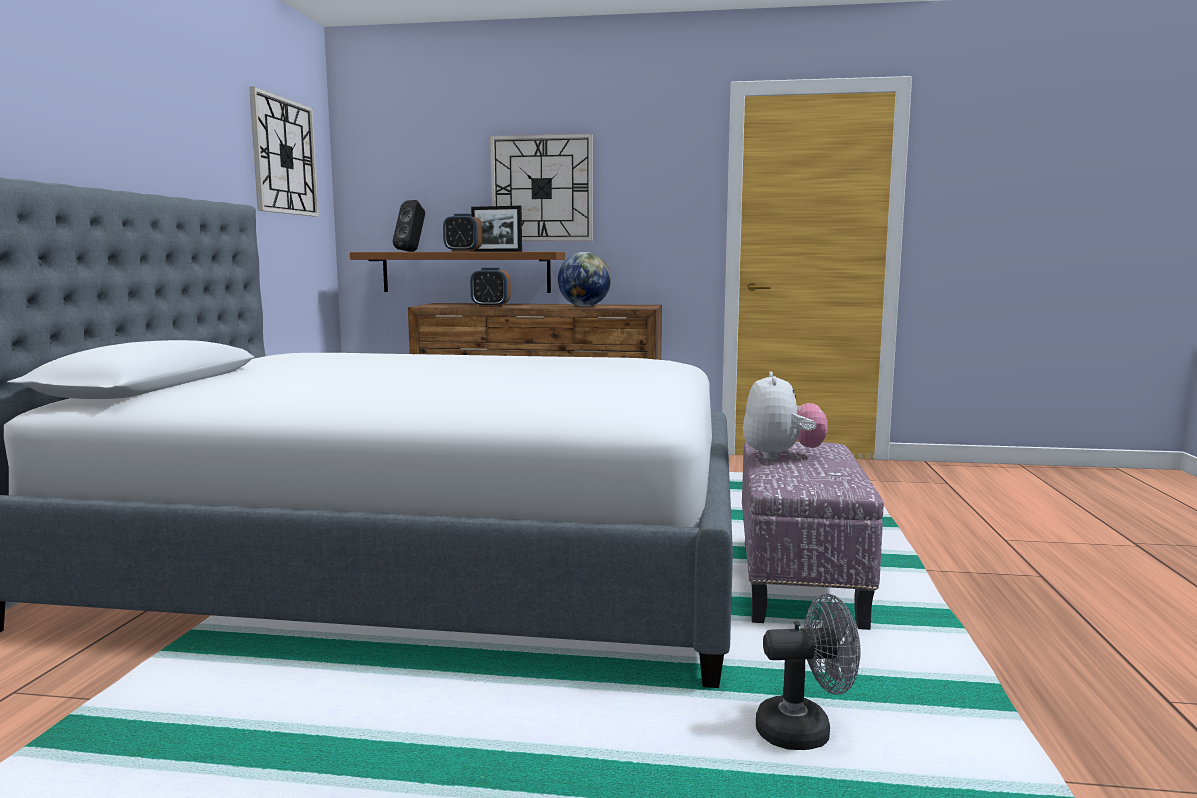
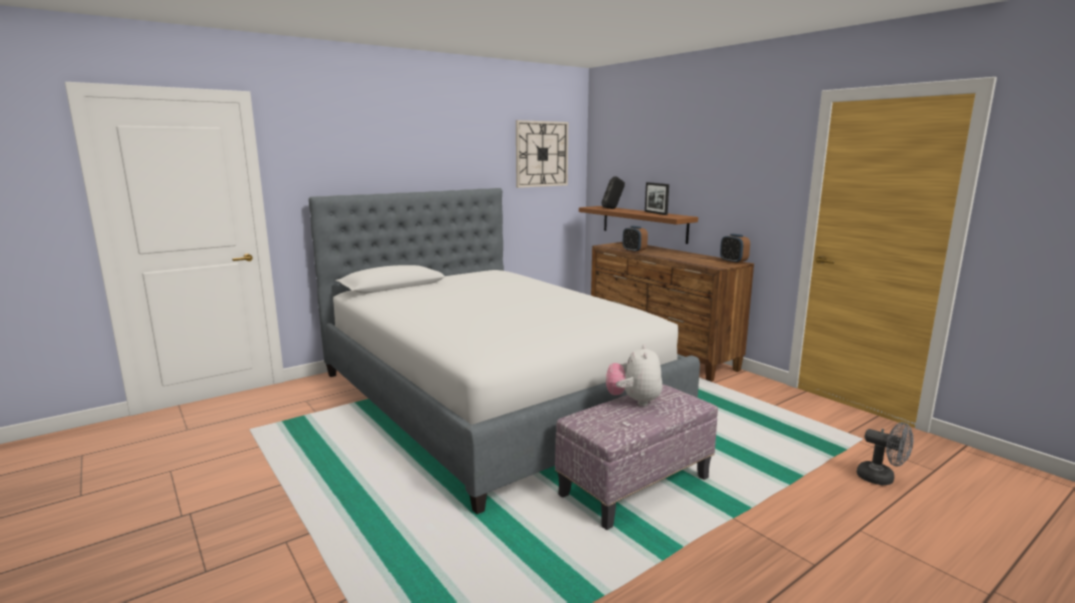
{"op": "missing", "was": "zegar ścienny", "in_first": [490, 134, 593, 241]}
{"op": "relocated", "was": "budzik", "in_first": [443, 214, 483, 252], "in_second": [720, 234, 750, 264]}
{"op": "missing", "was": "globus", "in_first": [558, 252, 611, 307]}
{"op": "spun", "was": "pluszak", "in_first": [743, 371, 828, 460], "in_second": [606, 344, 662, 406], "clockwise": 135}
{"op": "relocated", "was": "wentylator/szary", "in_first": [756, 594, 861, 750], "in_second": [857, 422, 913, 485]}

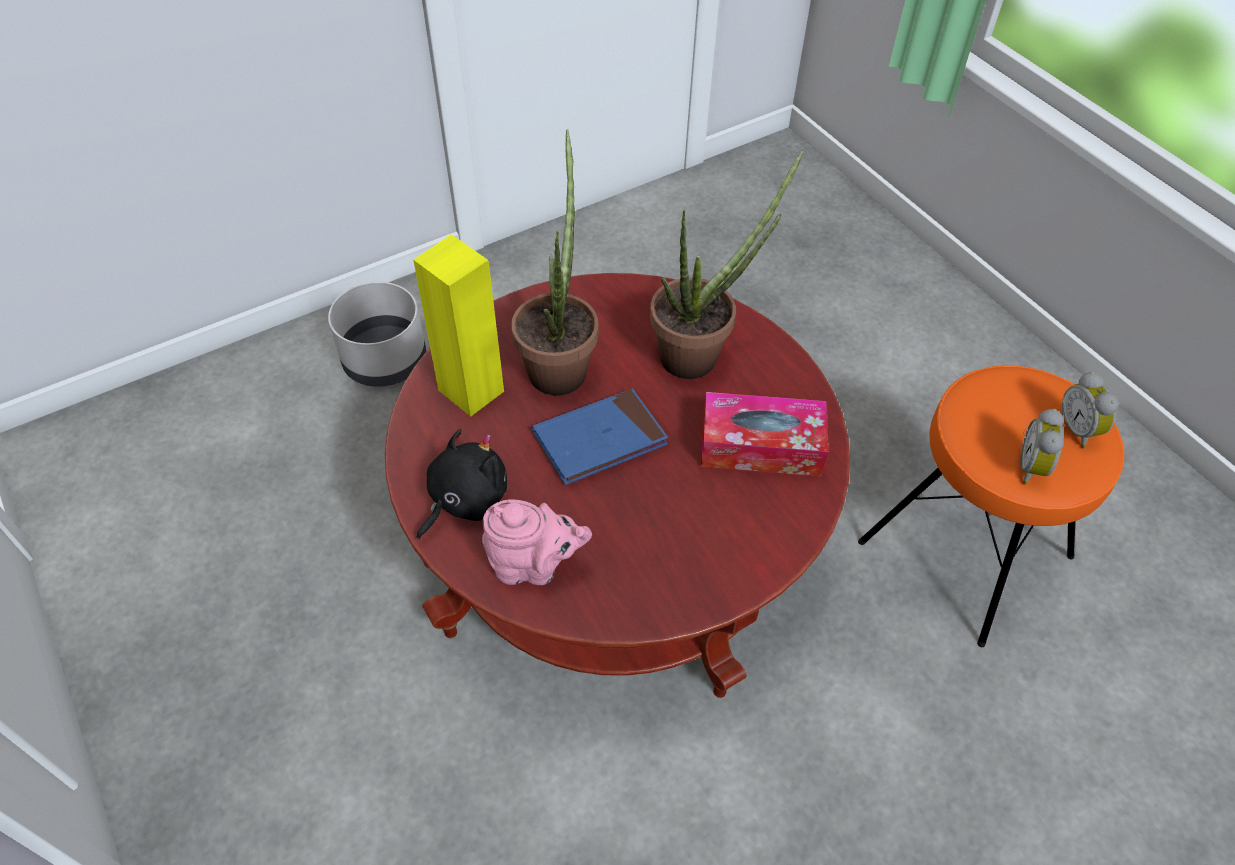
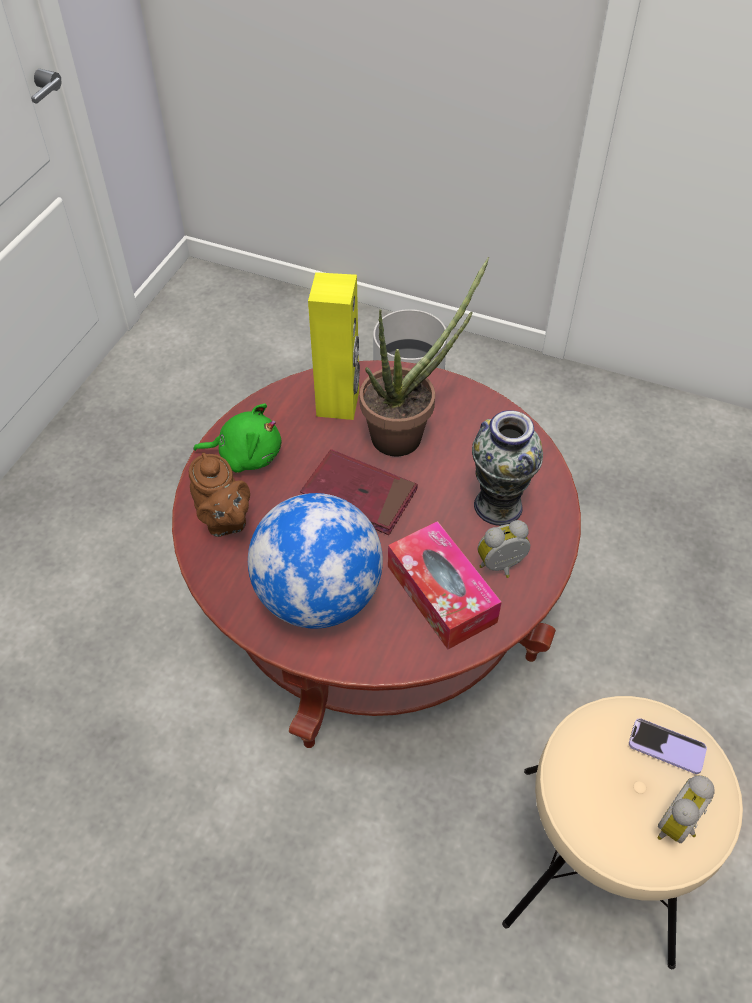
{"op": "exchanged", "was": "roślina doniczkowa", "now": "wazon", "in_first": [650, 151, 804, 379], "in_second": [472, 410, 543, 526]}
{"op": "colour", "was": "stołek/pomarańczowy", "now": "stołek/beżowy", "in_first": [858, 365, 1124, 647], "in_second": [502, 696, 743, 969]}
{"op": "colour", "was": "książka/niebieski", "now": "książka/czerwony", "in_first": [532, 389, 668, 485], "in_second": [300, 449, 418, 535]}
{"op": "relocated", "was": "budzik", "in_first": [1020, 409, 1064, 484], "in_second": [478, 520, 530, 578]}
{"op": "colour", "was": "pluszak/czarny", "now": "pluszak/zielony", "in_first": [416, 429, 507, 540], "in_second": [193, 403, 281, 473]}
{"op": "colour", "was": "imbryk/różowy", "now": "imbryk/brązowy", "in_first": [482, 499, 592, 585], "in_second": [189, 453, 250, 537]}
{"op": "appeared", "now": "globus", "in_second": [248, 493, 383, 629]}
{"op": "appeared", "now": "telefon", "in_second": [629, 718, 707, 774]}

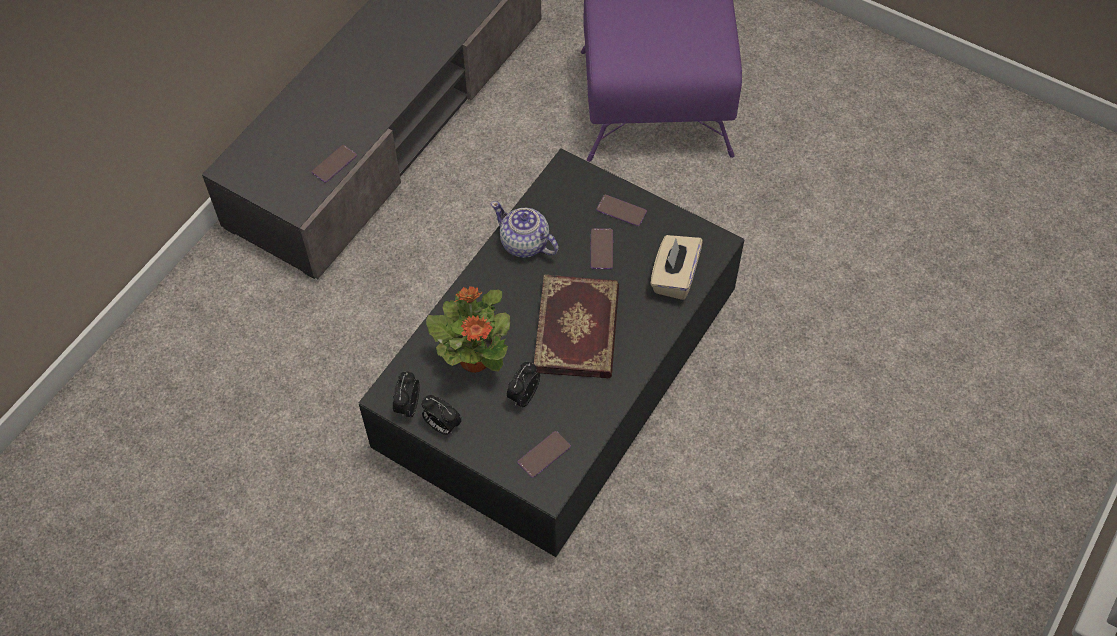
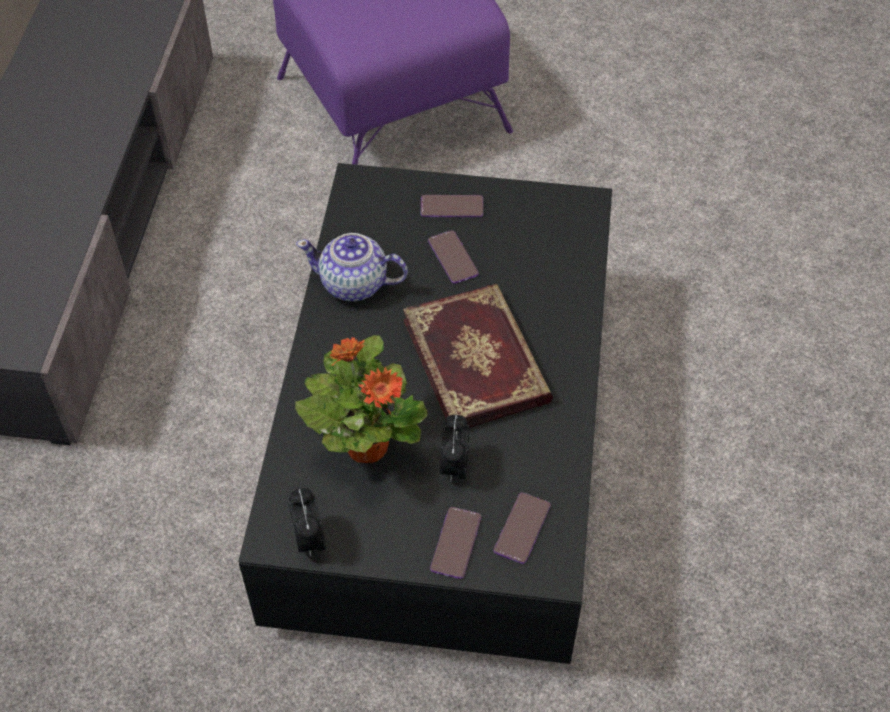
{"op": "relocated", "was": "telefon", "in_first": [312, 145, 357, 183], "in_second": [430, 507, 482, 579]}
{"op": "missing", "was": "pudełko chusteczek/beżowy", "in_first": [650, 235, 703, 300]}
{"op": "missing", "was": "budzik", "in_first": [421, 395, 462, 435]}

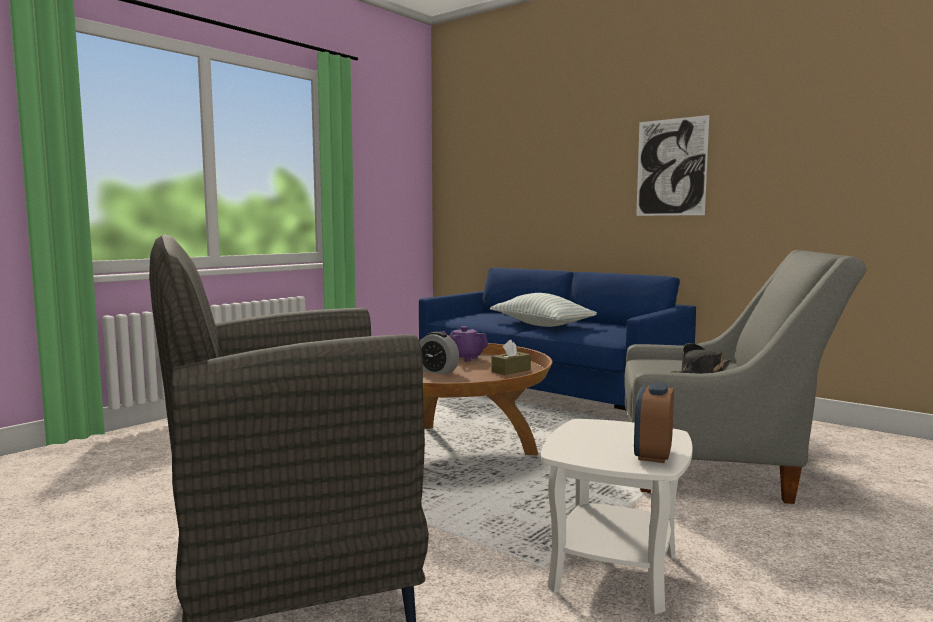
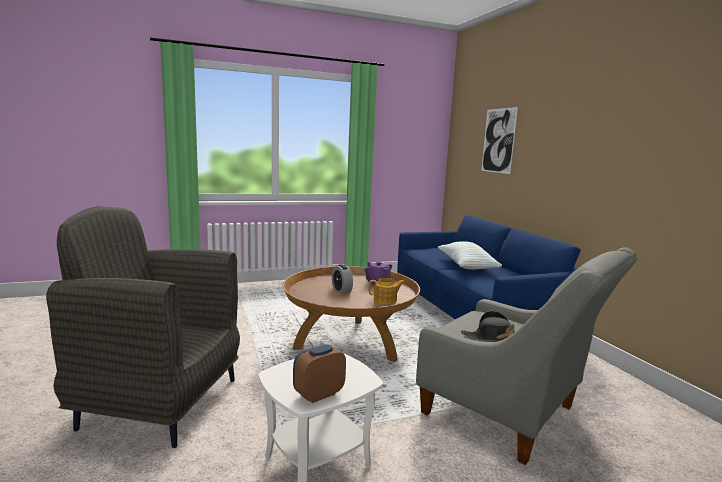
{"op": "relocated", "was": "obraz", "in_first": [636, 115, 709, 216], "in_second": [481, 107, 518, 174]}
{"op": "exchanged", "was": "pudełko chusteczek/brązowy", "now": "imbryk", "in_first": [491, 340, 531, 375], "in_second": [369, 278, 405, 304]}

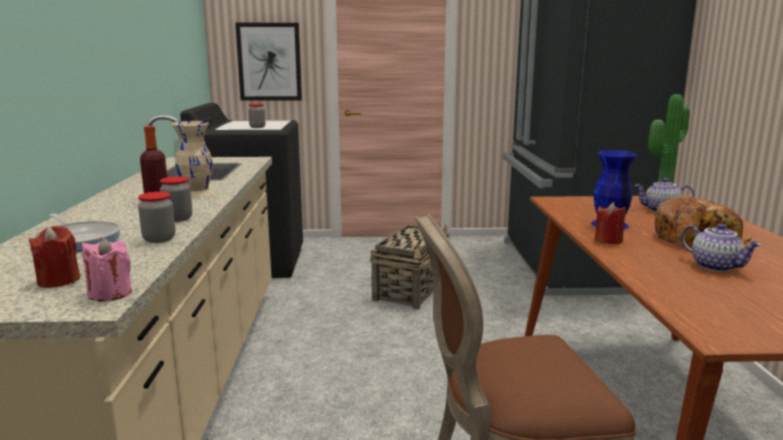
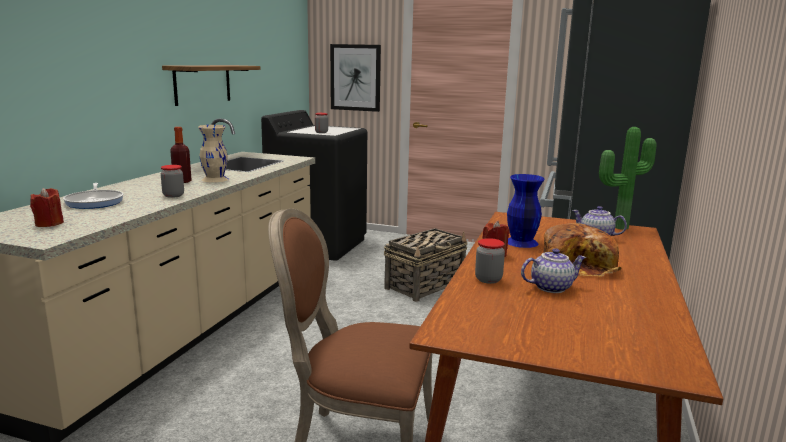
{"op": "relocated", "was": "słoik", "in_first": [138, 192, 175, 243], "in_second": [475, 238, 505, 284]}
{"op": "spun", "was": "imbryk", "in_first": [681, 223, 762, 272], "in_second": [521, 248, 586, 293], "clockwise": -90}
{"op": "missing", "was": "świeca/różowy", "in_first": [82, 237, 132, 301]}
{"op": "appeared", "now": "półka", "in_second": [162, 65, 261, 106]}

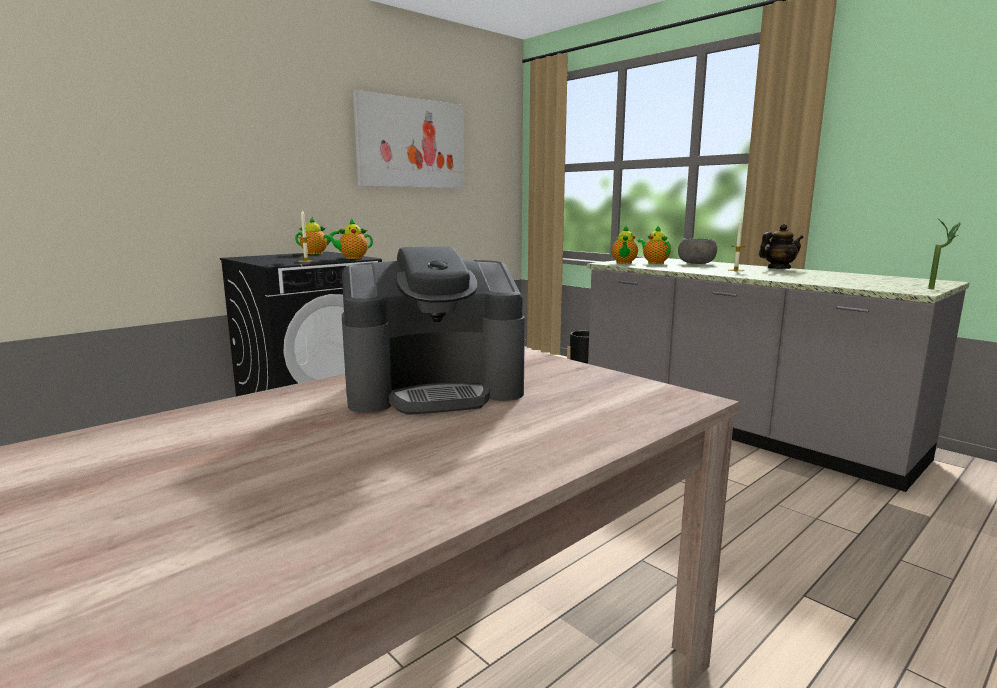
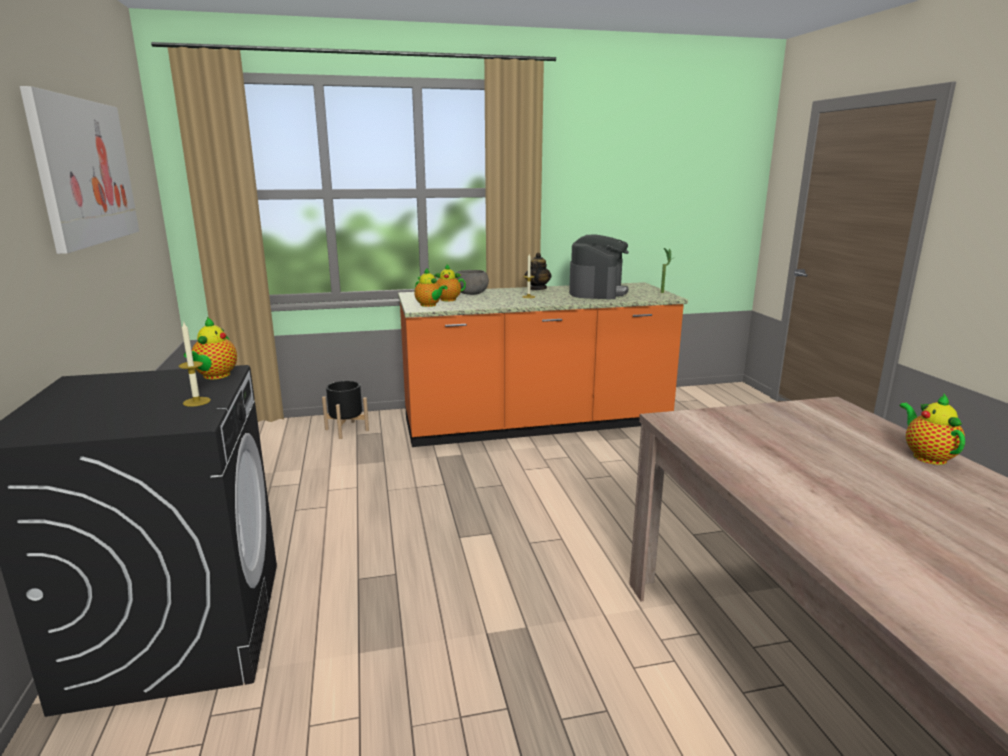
{"op": "relocated", "was": "imbryk", "in_first": [295, 217, 339, 254], "in_second": [900, 394, 965, 465]}
{"op": "relocated", "was": "ekspres do kawy", "in_first": [342, 246, 525, 415], "in_second": [569, 234, 629, 300]}
{"op": "colour", "was": "zabudowa kuchenna/szary", "now": "zabudowa kuchenna/pomarańczowy", "in_first": [587, 257, 969, 492], "in_second": [398, 282, 688, 447]}

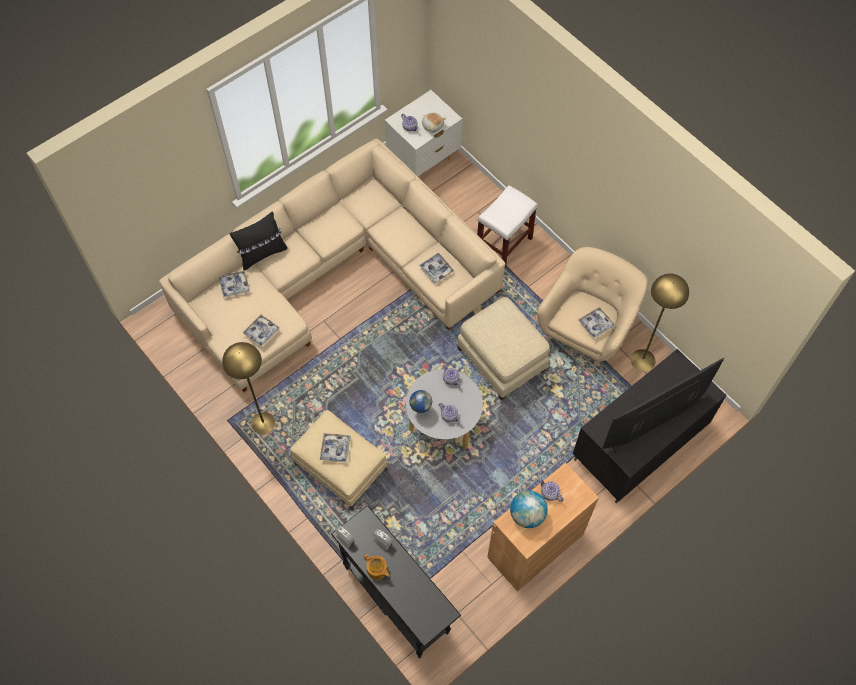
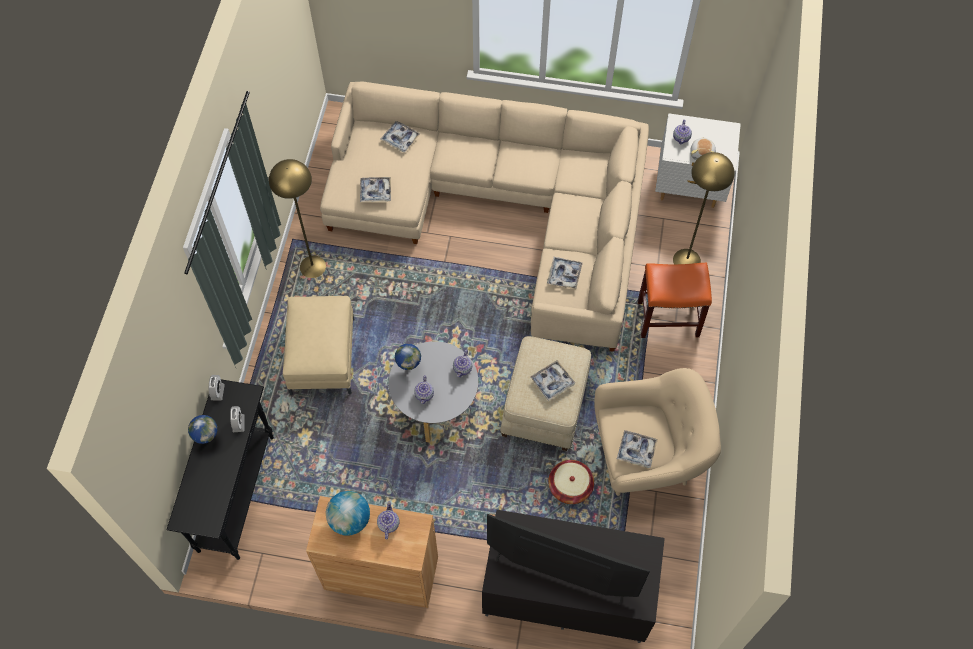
{"op": "colour", "was": "stołek/biały", "now": "stołek/pomarańczowy", "in_first": [477, 185, 538, 268], "in_second": [638, 262, 712, 338]}
{"op": "missing", "was": "poduszka/czarny", "in_first": [229, 212, 287, 271]}
{"op": "relocated", "was": "lampa stojąca/żółty", "in_first": [631, 274, 689, 371], "in_second": [673, 152, 734, 264]}
{"op": "relocated", "was": "taca", "in_first": [320, 433, 351, 463], "in_second": [531, 360, 575, 401]}
{"op": "exchanged", "was": "imbryk", "now": "globus", "in_first": [364, 554, 390, 580], "in_second": [188, 415, 217, 444]}
{"op": "appeared", "now": "koszyk", "in_second": [548, 460, 594, 504]}

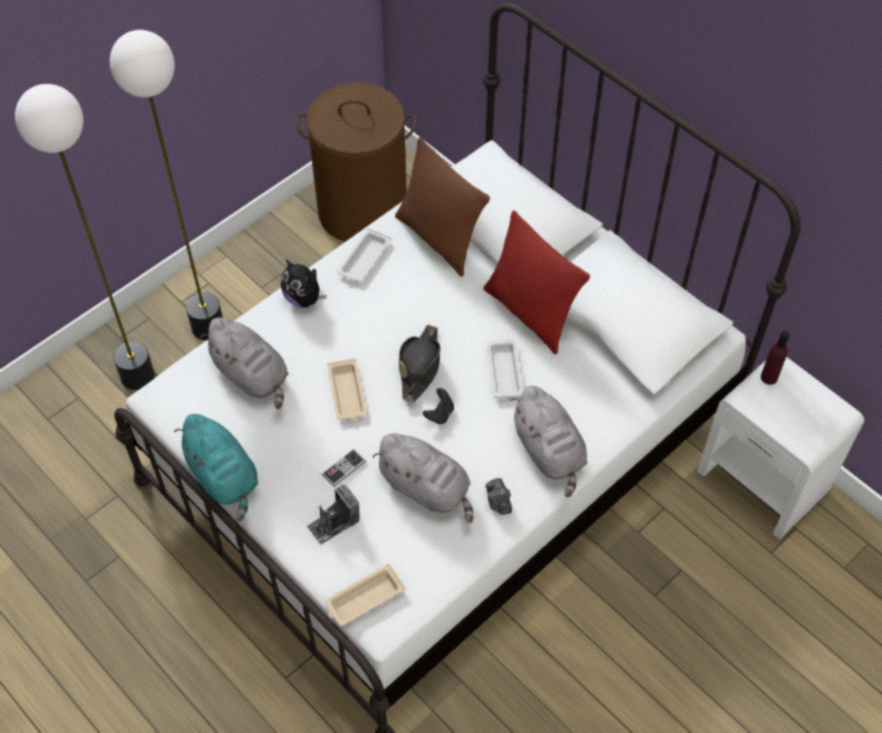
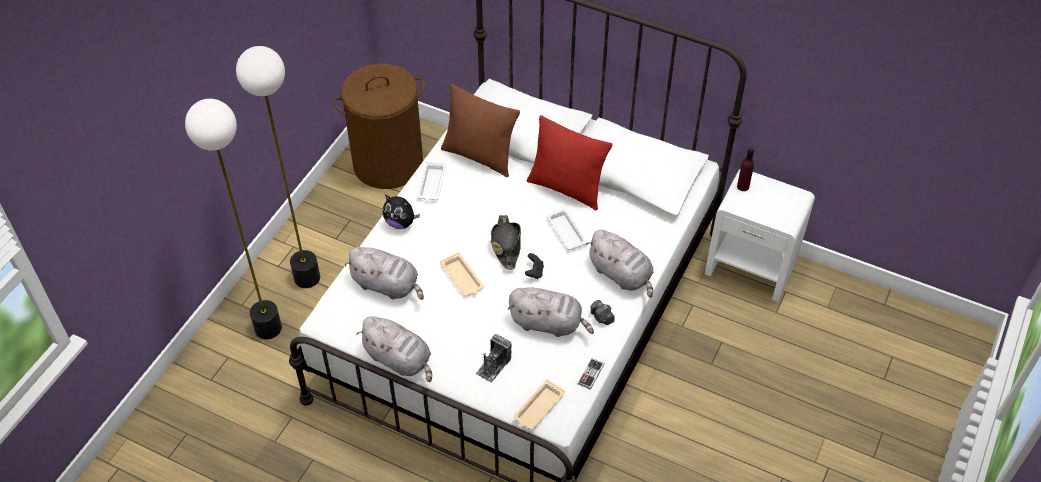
{"op": "colour", "was": "pluszak/turkusowy", "now": "pluszak/szary", "in_first": [174, 414, 258, 521], "in_second": [357, 316, 432, 382]}
{"op": "relocated", "was": "pad do gier", "in_first": [322, 449, 366, 487], "in_second": [577, 358, 604, 390]}

